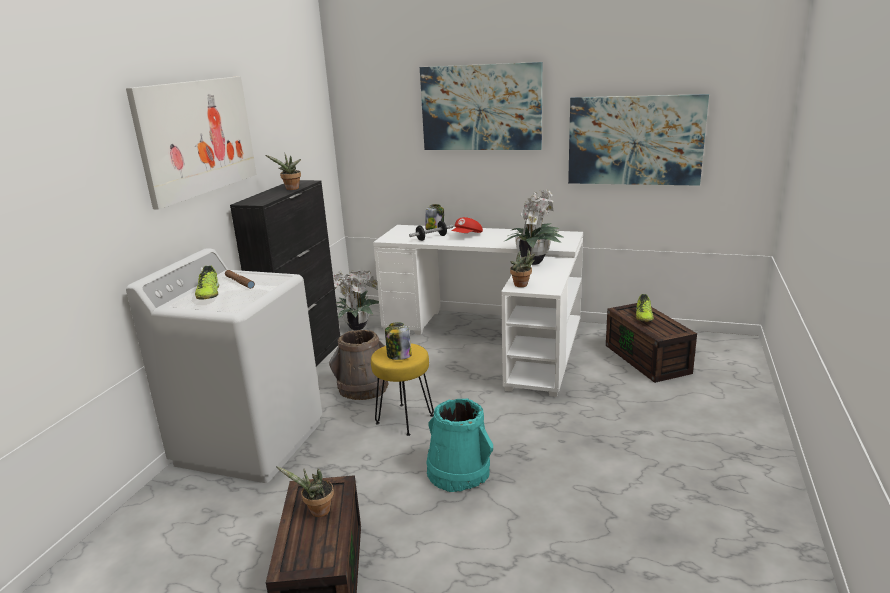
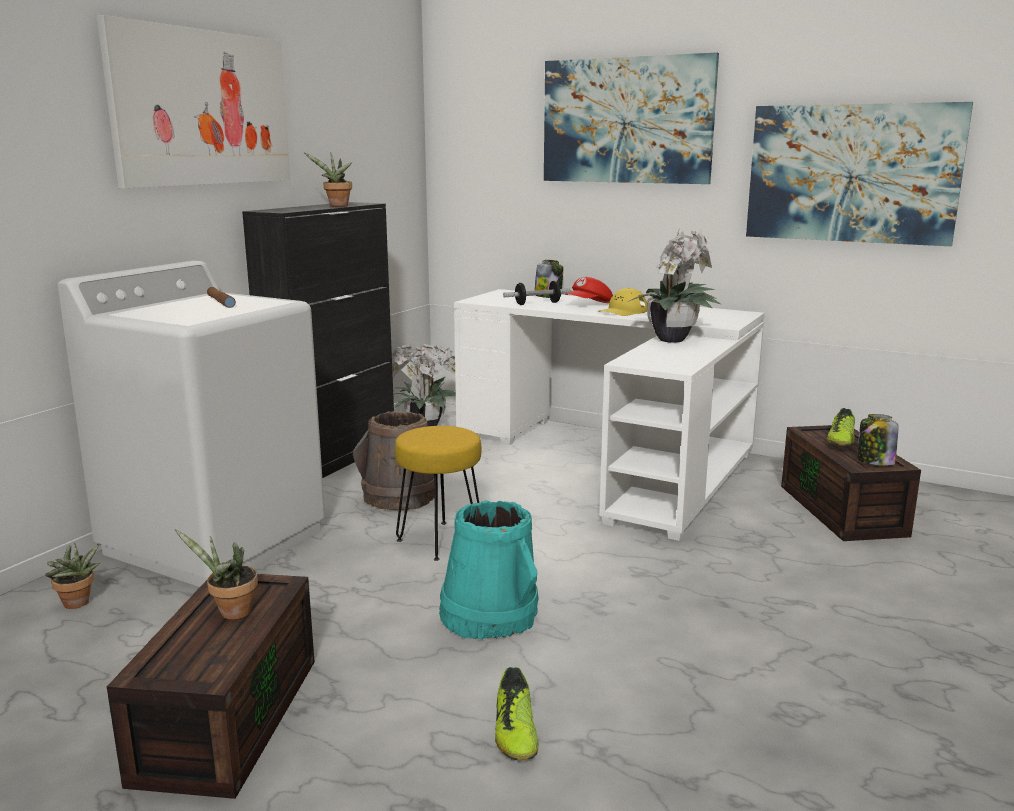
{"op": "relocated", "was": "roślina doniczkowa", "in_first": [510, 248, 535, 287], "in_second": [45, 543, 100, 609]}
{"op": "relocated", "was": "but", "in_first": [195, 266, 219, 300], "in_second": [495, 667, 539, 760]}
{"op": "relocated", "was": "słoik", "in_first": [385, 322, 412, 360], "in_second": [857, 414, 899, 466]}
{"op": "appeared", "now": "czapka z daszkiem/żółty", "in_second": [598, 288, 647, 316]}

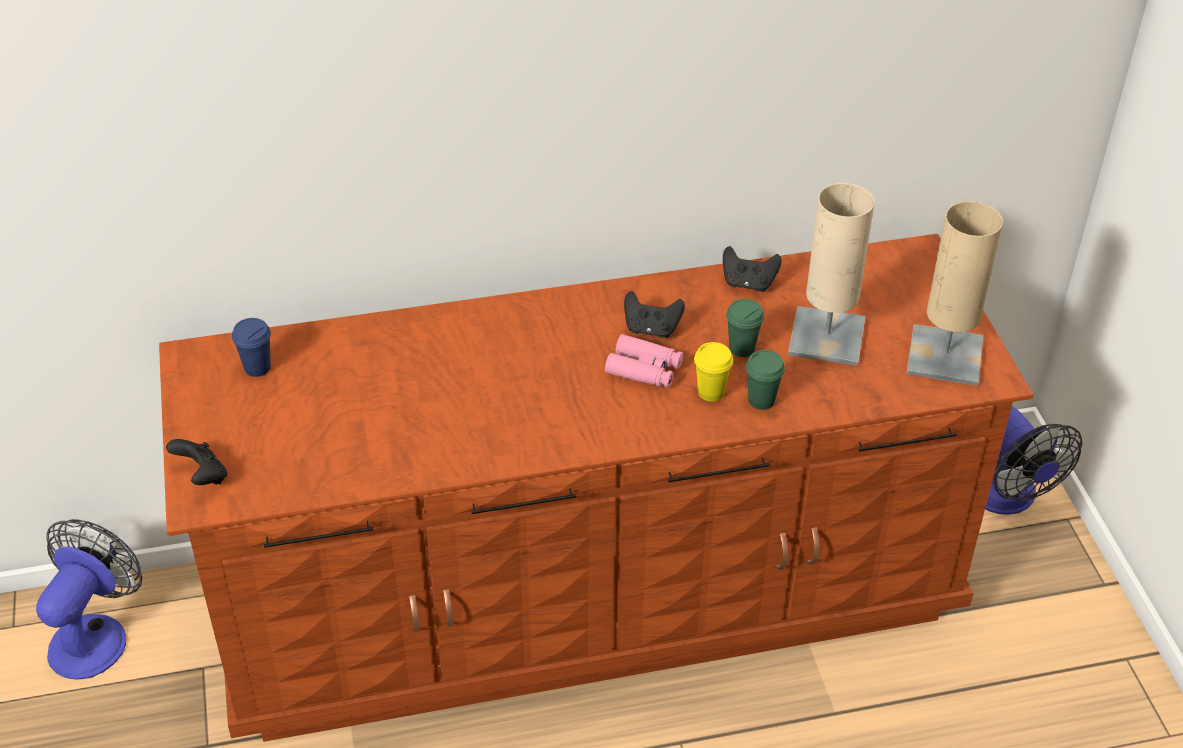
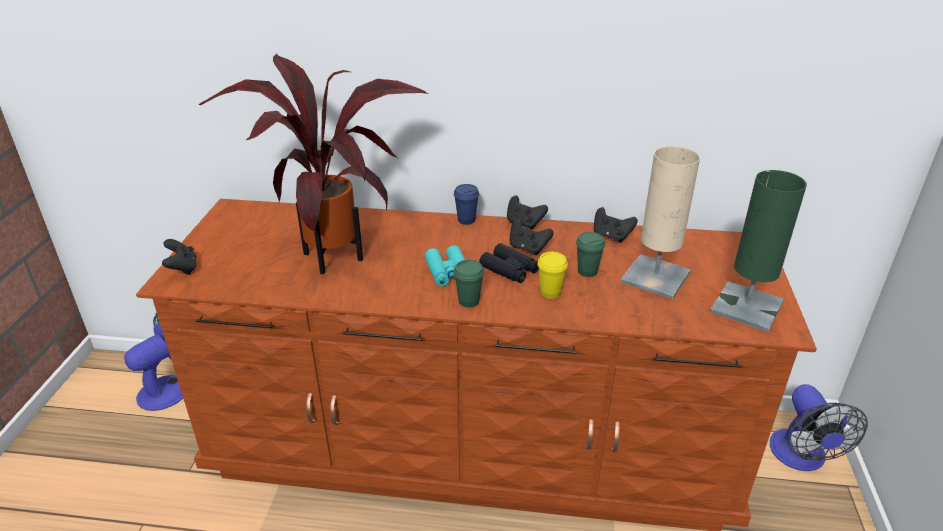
{"op": "colour", "was": "lampa stołowa/beżowy", "now": "lampa stołowa/zielony", "in_first": [906, 201, 1003, 386], "in_second": [710, 170, 807, 332]}
{"op": "relocated", "was": "filiżanka/niebieski", "in_first": [232, 318, 271, 377], "in_second": [454, 184, 479, 225]}
{"op": "colour", "was": "lornetka/różowy", "now": "lornetka/czarny", "in_first": [605, 334, 683, 388], "in_second": [479, 243, 539, 283]}
{"op": "relocated", "was": "filiżanka/zielony", "in_first": [745, 350, 785, 410], "in_second": [453, 260, 484, 308]}
{"op": "appeared", "now": "roślina doniczkowa", "in_second": [199, 54, 428, 274]}
{"op": "appeared", "now": "pad do gier/czarny", "in_second": [507, 195, 548, 230]}
{"op": "appeared", "now": "lornetka/turkusowy", "in_second": [425, 245, 465, 287]}

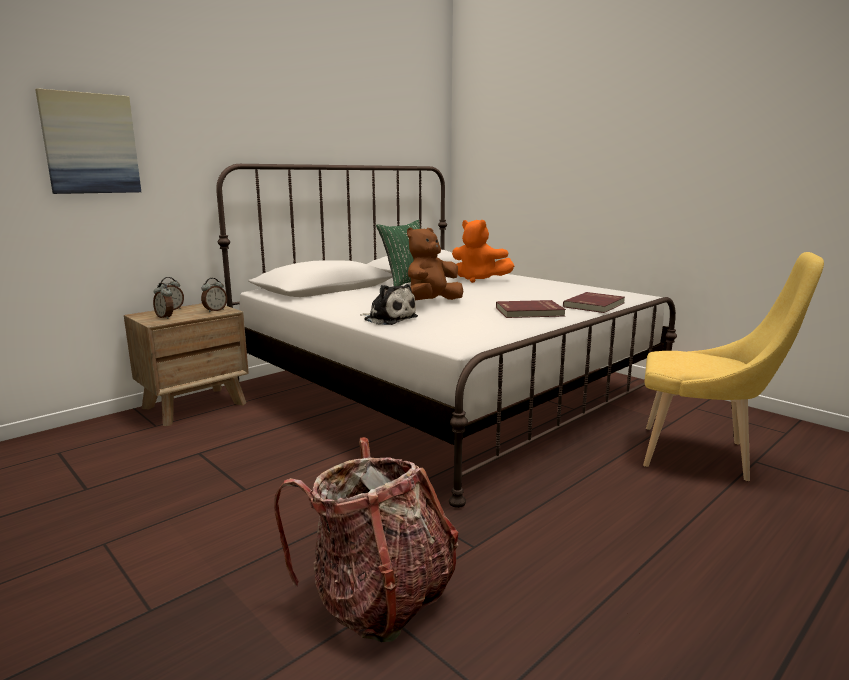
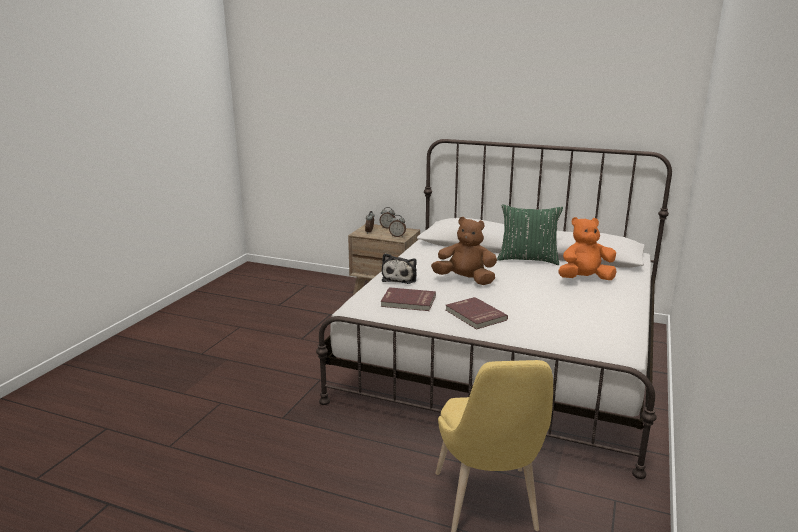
{"op": "missing", "was": "obraz", "in_first": [35, 88, 141, 194]}
{"op": "spun", "was": "pluszak/pomarańczowy", "in_first": [452, 220, 514, 283], "in_second": [559, 217, 617, 280], "clockwise": 75}
{"op": "relocated", "was": "książka/czerwony", "in_first": [563, 292, 625, 313], "in_second": [381, 287, 436, 311]}
{"op": "missing", "was": "plecak", "in_first": [274, 437, 458, 642]}

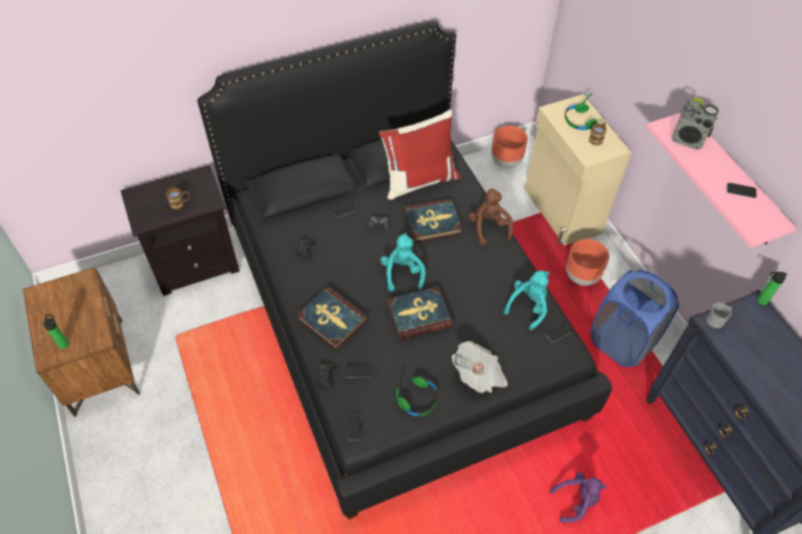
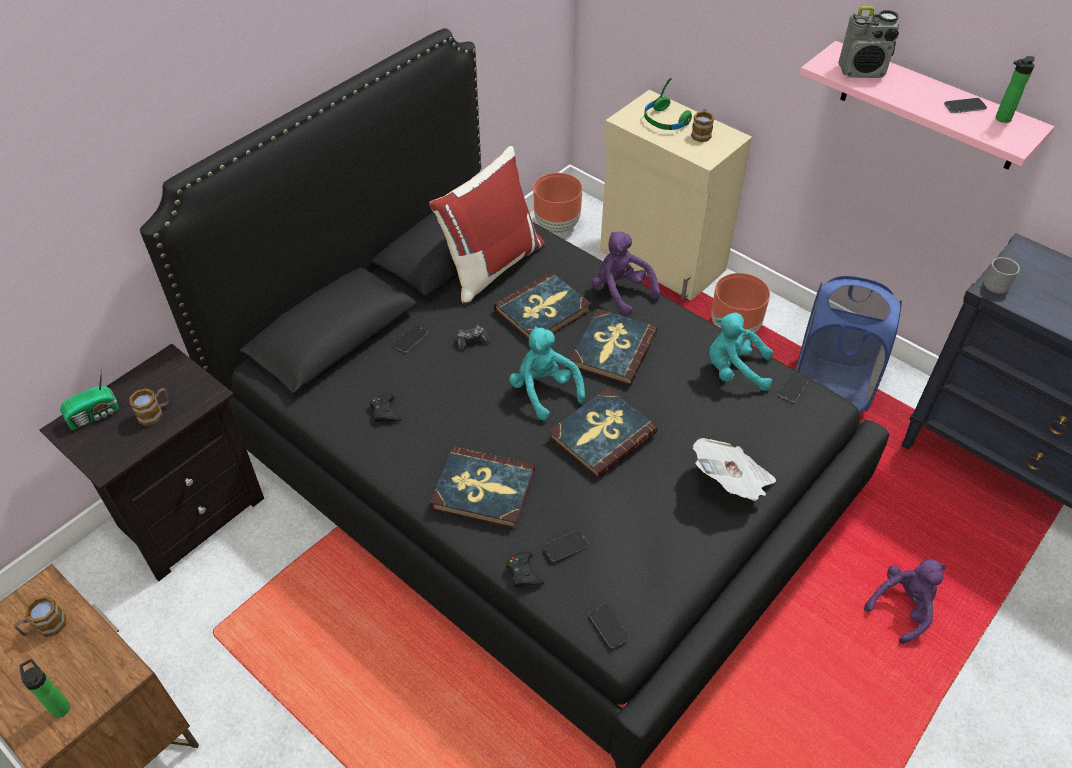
{"op": "colour", "was": "pluszak/brązowy", "now": "pluszak/fioletowy", "in_first": [468, 188, 513, 245], "in_second": [591, 232, 660, 316]}
{"op": "spun", "was": "pluszak/turkusowy", "in_first": [503, 270, 549, 330], "in_second": [709, 313, 773, 391], "clockwise": -90}
{"op": "relocated", "was": "butelka", "in_first": [757, 271, 787, 305], "in_second": [996, 56, 1035, 123]}
{"op": "missing", "was": "słuchawki/zielony", "in_first": [397, 376, 438, 416]}
{"op": "appeared", "now": "książka", "in_second": [570, 309, 657, 386]}
{"op": "appeared", "now": "radio", "in_second": [60, 365, 119, 430]}
{"op": "appeared", "now": "kubek", "in_second": [15, 595, 66, 637]}

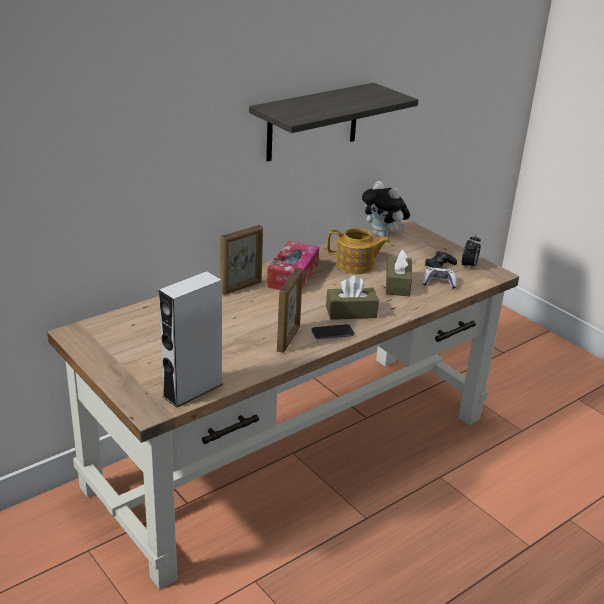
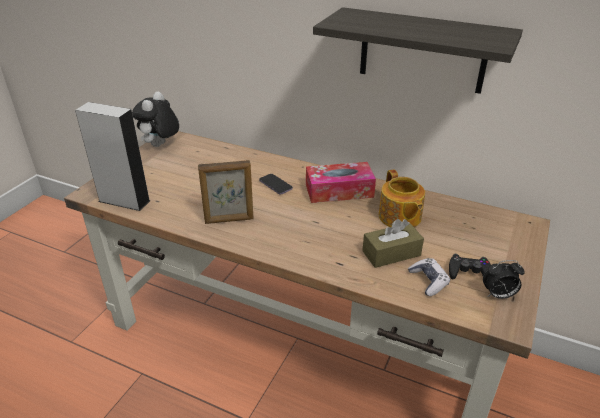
{"op": "relocated", "was": "pluszak", "in_first": [362, 181, 410, 237], "in_second": [132, 91, 179, 147]}
{"op": "missing", "was": "ramka na zdjęcie", "in_first": [220, 225, 263, 295]}
{"op": "missing", "was": "pudełko chusteczek/brązowy", "in_first": [326, 276, 379, 320]}
{"op": "relocated", "was": "telefon", "in_first": [311, 324, 354, 339], "in_second": [259, 174, 293, 194]}

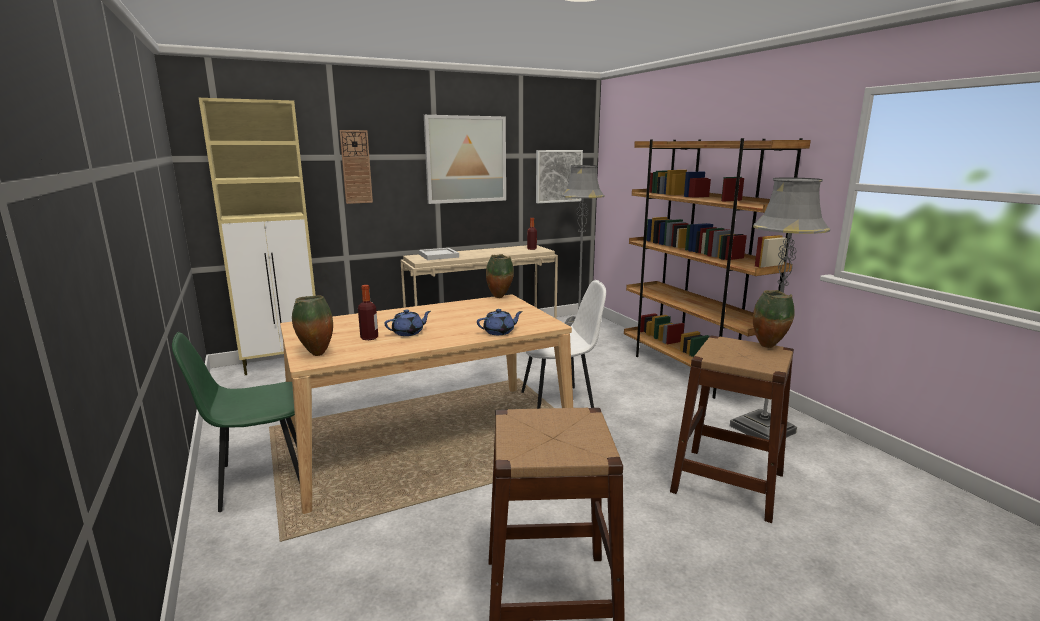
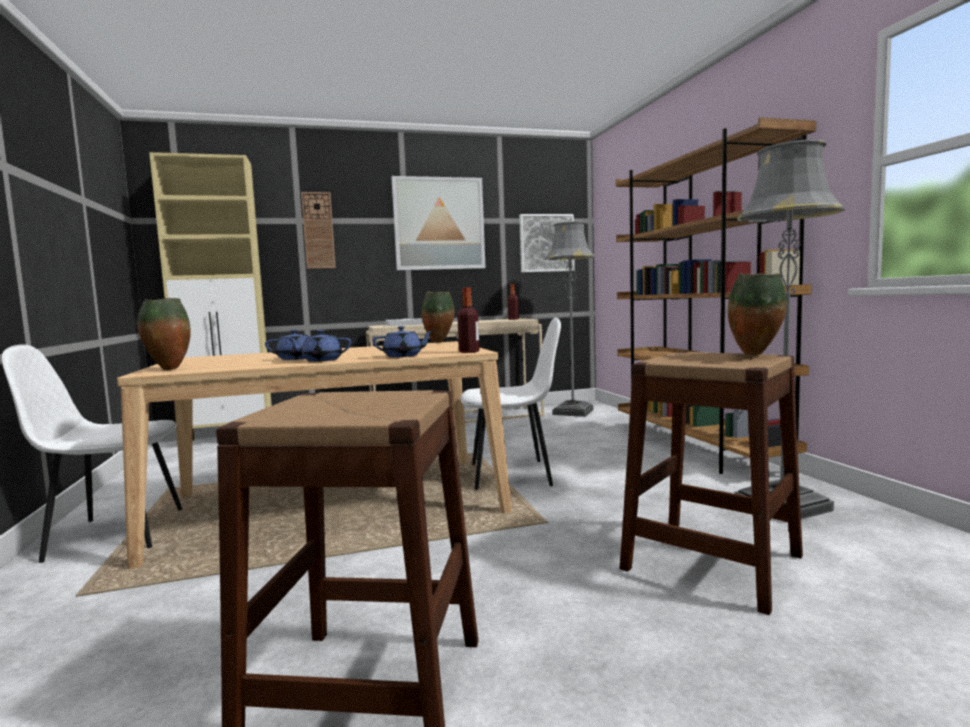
{"op": "relocated", "was": "butelka", "in_first": [358, 285, 378, 340], "in_second": [457, 288, 479, 353]}
{"op": "colour", "was": "krzesło/zielony", "now": "krzesło/biały", "in_first": [172, 332, 300, 512], "in_second": [2, 344, 182, 563]}
{"op": "appeared", "now": "imbryk/niebieski", "in_second": [287, 330, 351, 362]}

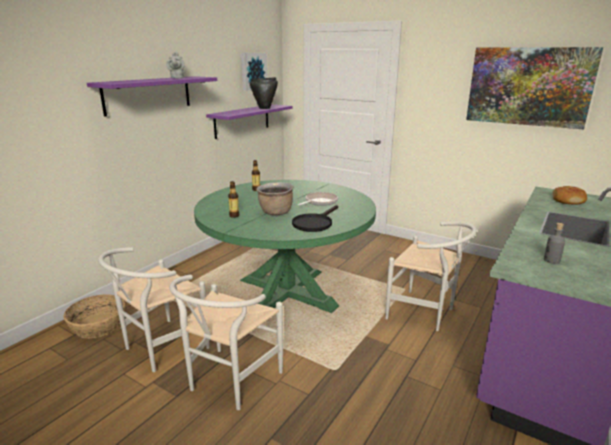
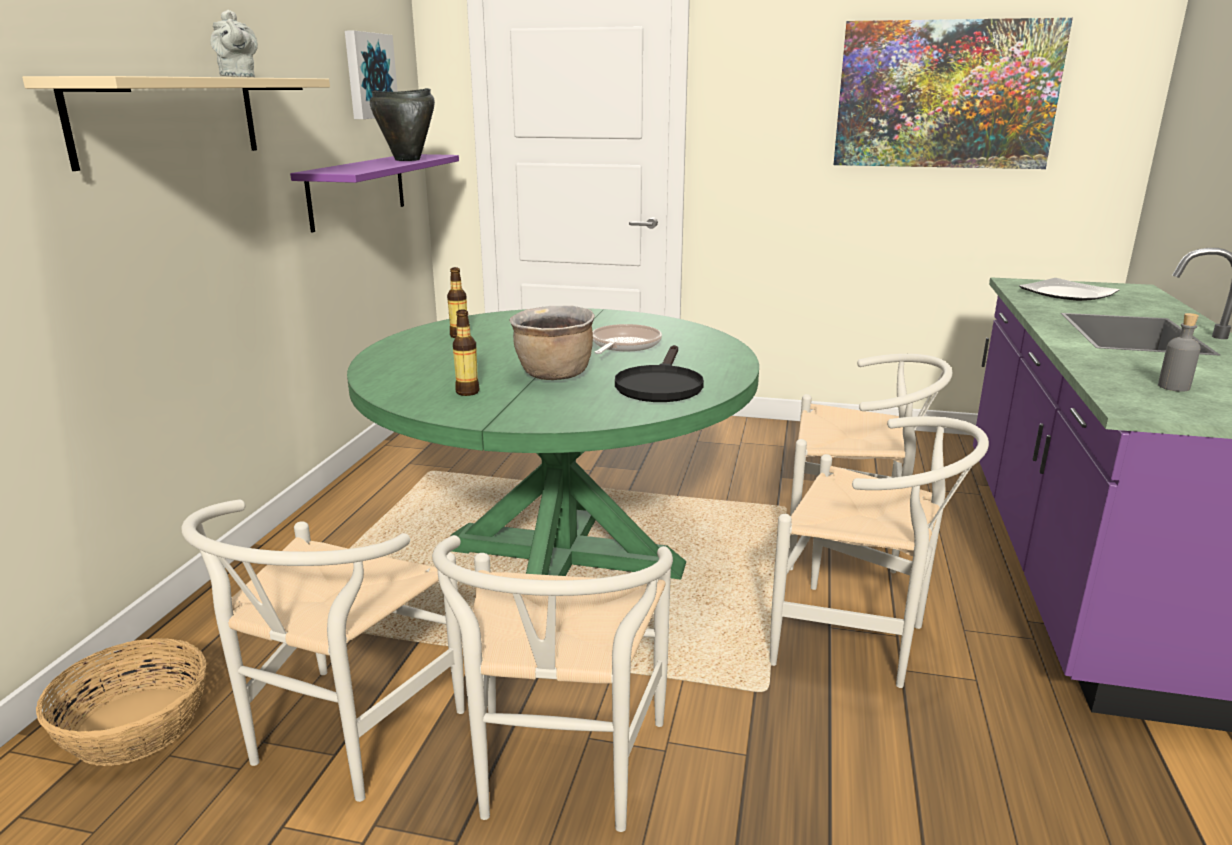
{"op": "colour", "was": "półka/fioletowy", "now": "półka/beżowy", "in_first": [87, 76, 217, 117], "in_second": [22, 76, 330, 171]}
{"op": "exchanged", "was": "chleb", "now": "talerz", "in_first": [553, 186, 587, 205], "in_second": [1019, 278, 1119, 301]}
{"op": "appeared", "now": "krzesło/biały", "in_second": [770, 416, 989, 688]}

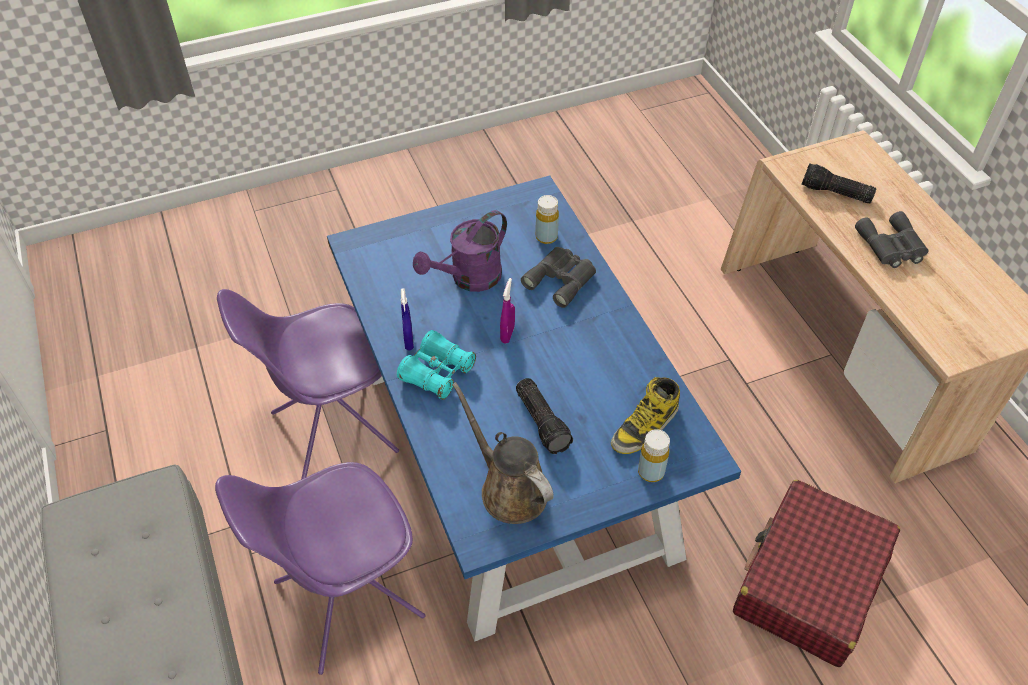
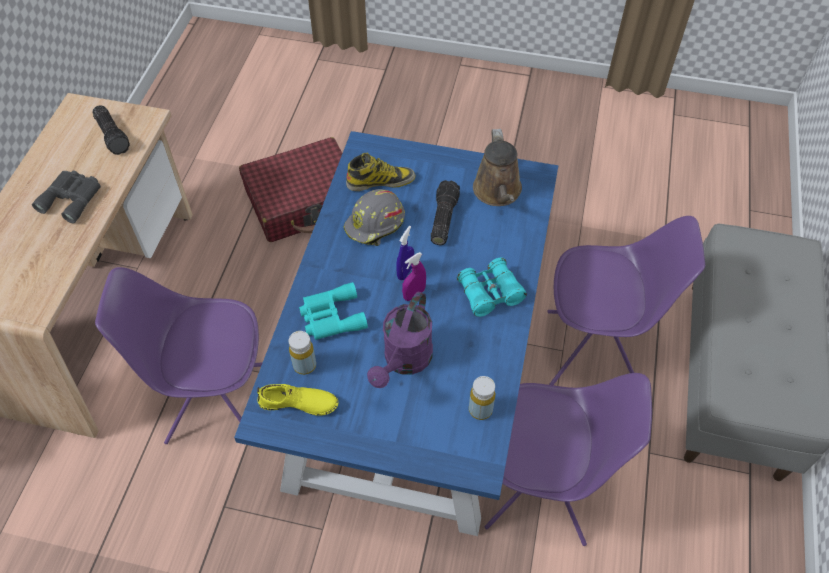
{"op": "relocated", "was": "latarka", "in_first": [801, 163, 877, 204], "in_second": [92, 105, 130, 155]}
{"op": "spun", "was": "konewka/fioletowy", "in_first": [413, 210, 507, 292], "in_second": [367, 291, 433, 388], "clockwise": 120}
{"op": "colour", "was": "lornetka/szary", "now": "lornetka/turkusowy", "in_first": [521, 247, 596, 308], "in_second": [299, 282, 368, 340]}
{"op": "relocated", "was": "spryskiwacz/niebieski", "in_first": [401, 288, 414, 350], "in_second": [396, 226, 414, 280]}
{"op": "relocated", "was": "butelka/żółty", "in_first": [638, 429, 670, 482], "in_second": [469, 376, 495, 420]}
{"op": "appeared", "now": "kask/szary", "in_second": [344, 189, 405, 246]}
{"op": "appeared", "now": "krzesło/fioletowy", "in_second": [95, 267, 263, 444]}
{"op": "appeared", "now": "but/żółty", "in_second": [257, 384, 338, 416]}

